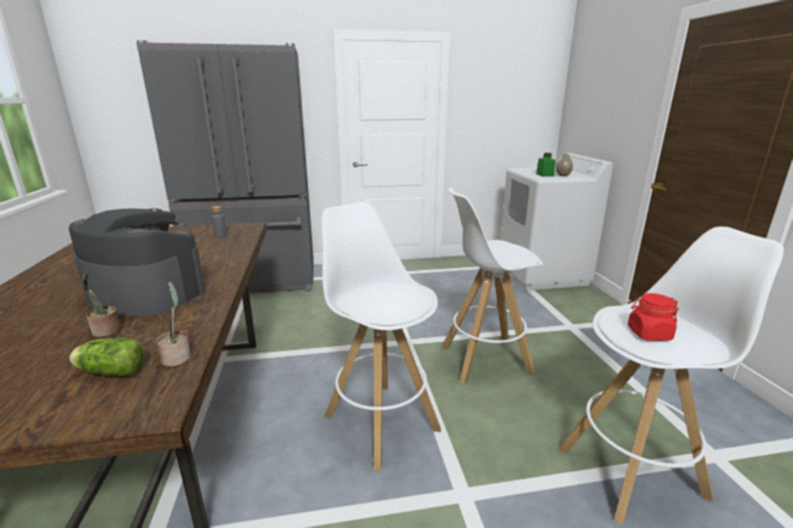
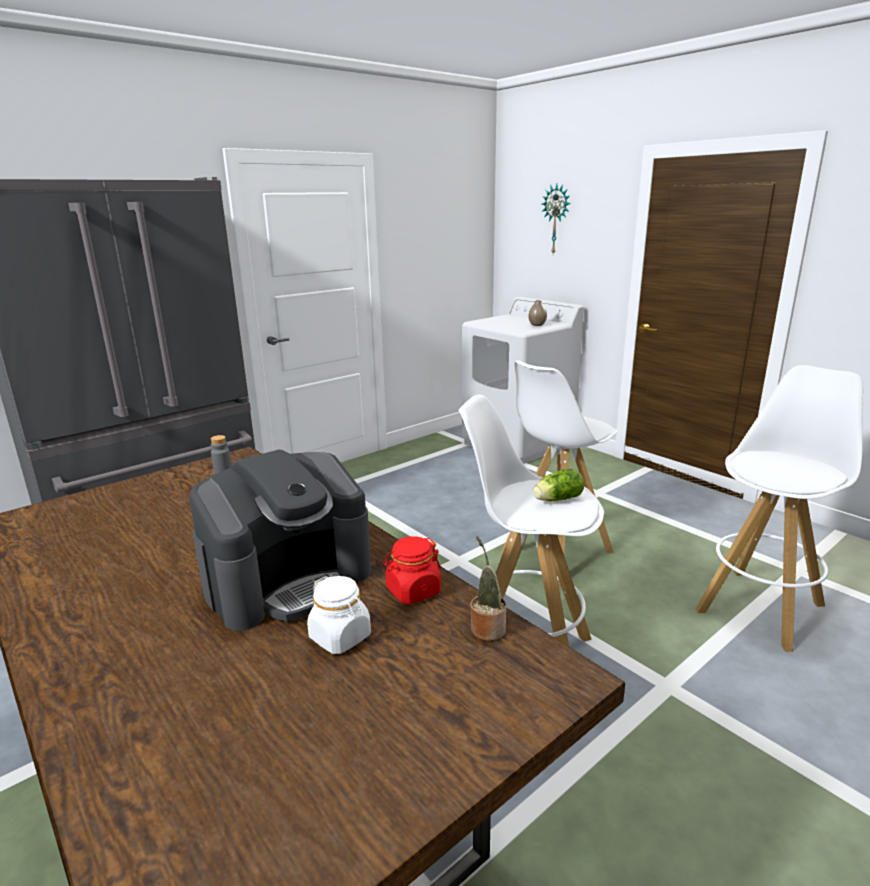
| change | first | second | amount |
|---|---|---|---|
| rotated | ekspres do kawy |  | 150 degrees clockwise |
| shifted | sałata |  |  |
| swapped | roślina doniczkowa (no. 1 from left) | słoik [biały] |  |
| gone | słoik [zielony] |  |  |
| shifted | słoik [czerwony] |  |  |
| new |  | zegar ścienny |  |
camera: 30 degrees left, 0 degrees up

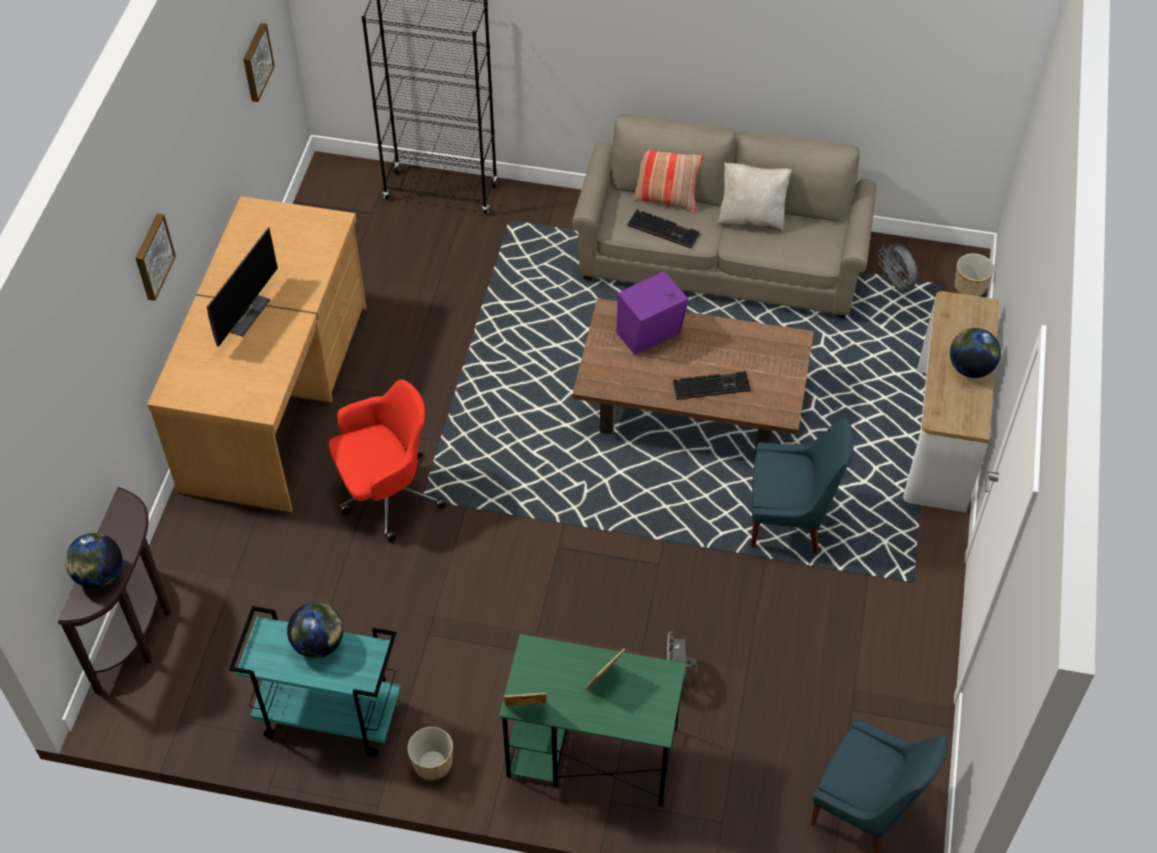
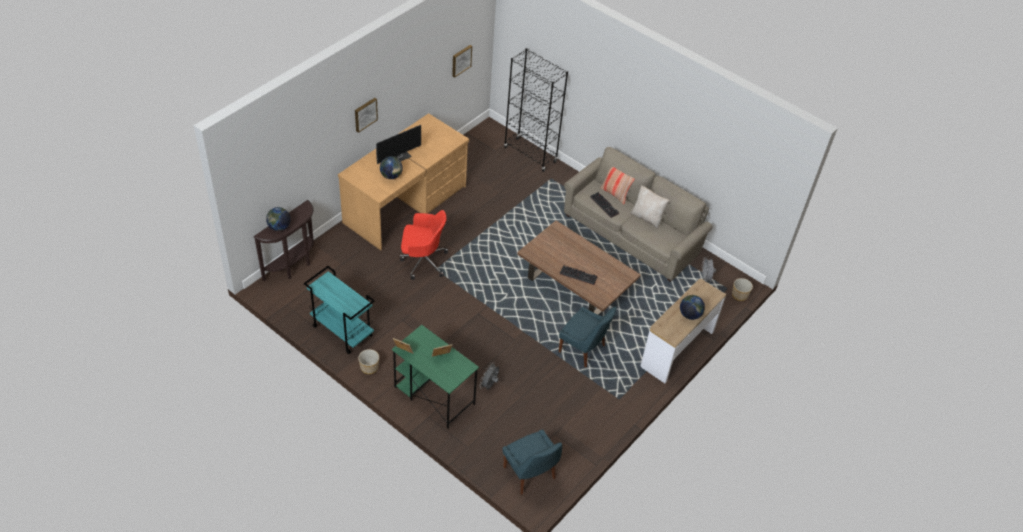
| change | first | second | amount |
|---|---|---|---|
| shifted | globus (no. 2 from left) |  |  |
| gone | głośnik [fioletowy] |  |  |
camera: 25 degrees right, 5 degrees down

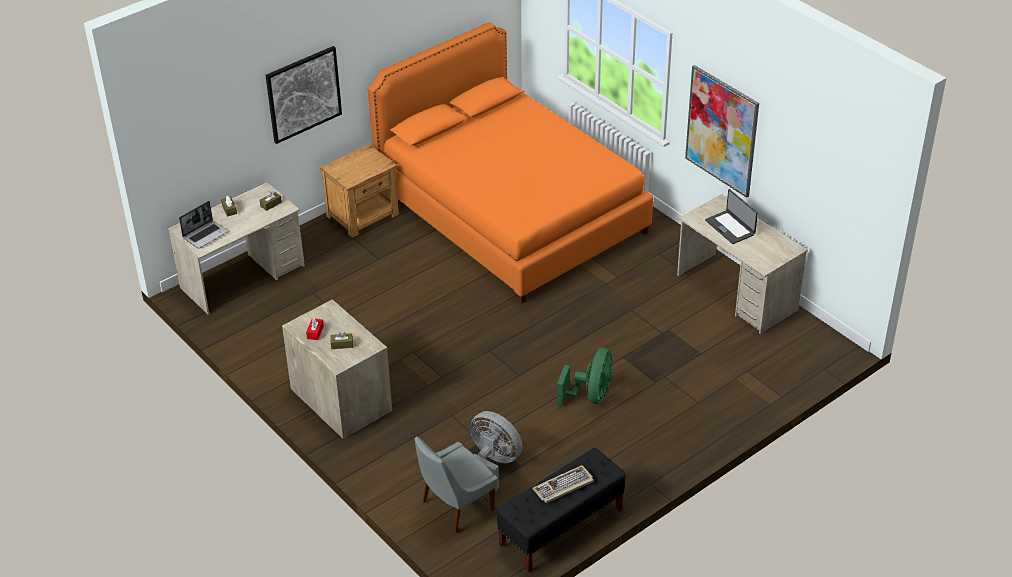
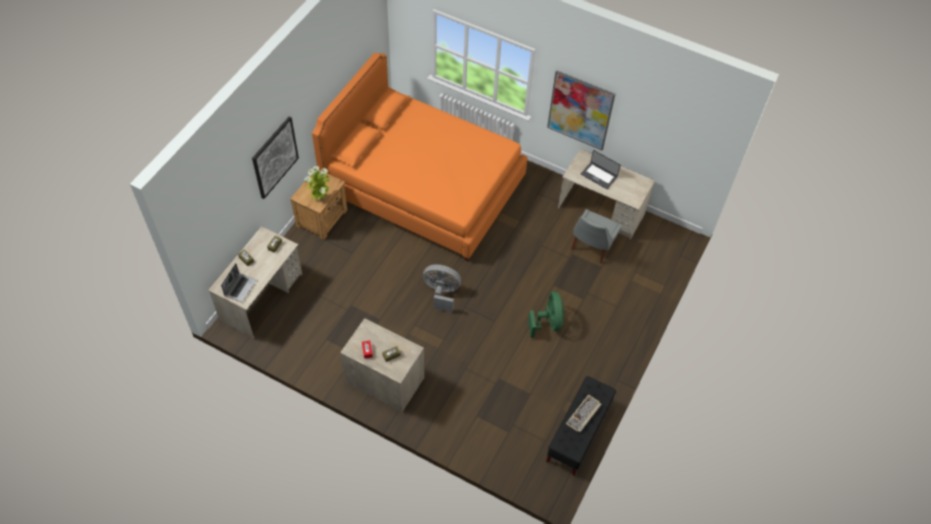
| change | first | second | amount |
|---|---|---|---|
| shifted | krzesło [szary] |  |  |
| shifted | wentylator [szary] |  |  |
| new |  | roślina doniczkowa |  |
camera: 25 degrees left, 15 degrees up

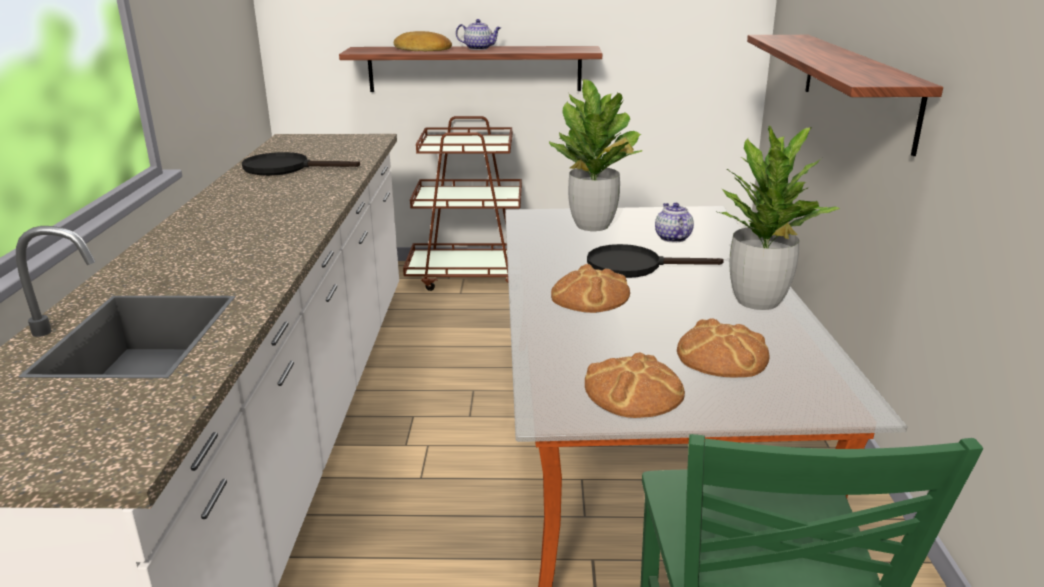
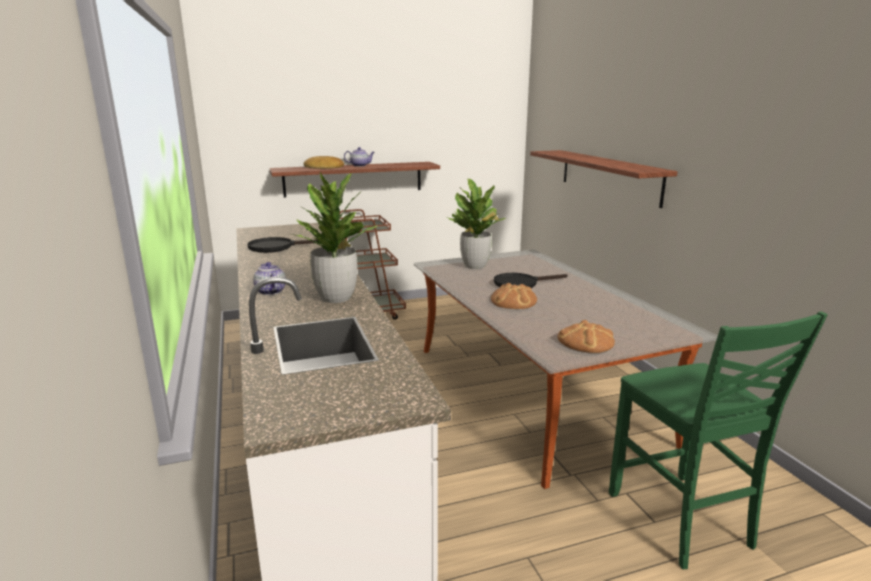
| change | first | second | amount |
|---|---|---|---|
| shifted | imbryk (no. 2 from left in the first image) | imbryk (no. 1 from left) |  |
| gone | chleb (no. 4 from left) |  |  |
| shifted | roślina doniczkowa (no. 2 from left in the first image) | roślina doniczkowa (no. 1 from left) |  |
camera: 20 degrees left, 5 degrees down

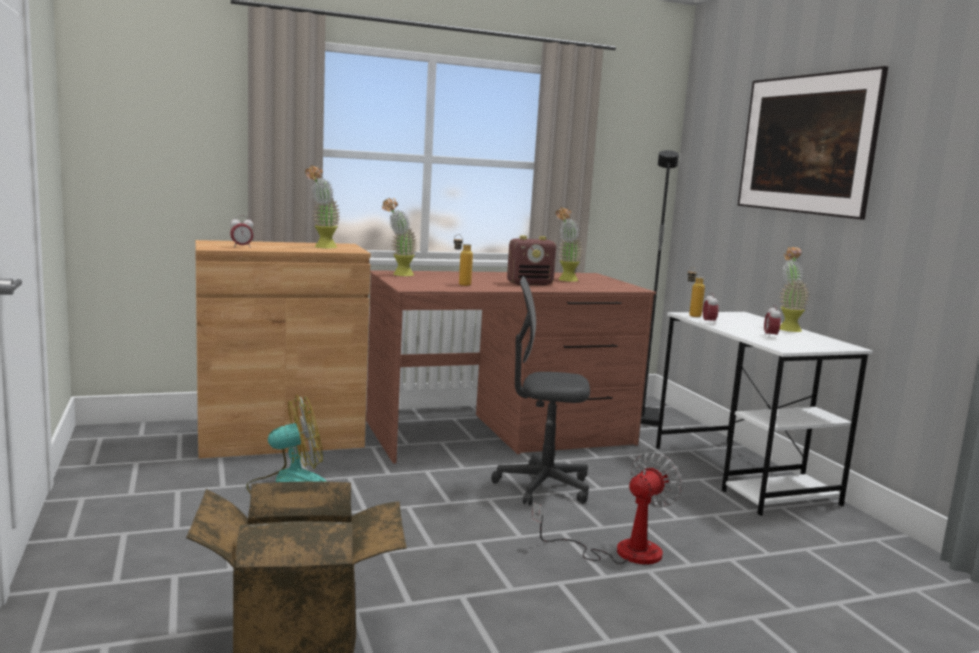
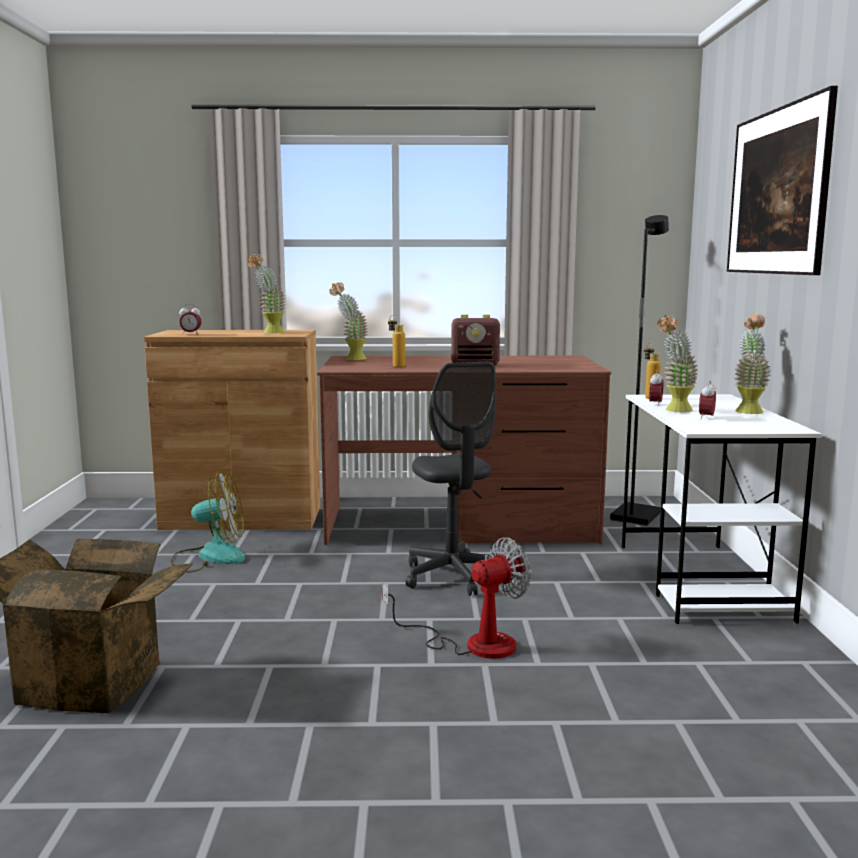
| change | first | second | amount |
|---|---|---|---|
| rotated | krzesło biurowe [szary] |  | 135 degrees counterclockwise |
| shifted | roślina doniczkowa (no. 3 from left) |  |  |
camera: 20 degrees right, 0 degrees up

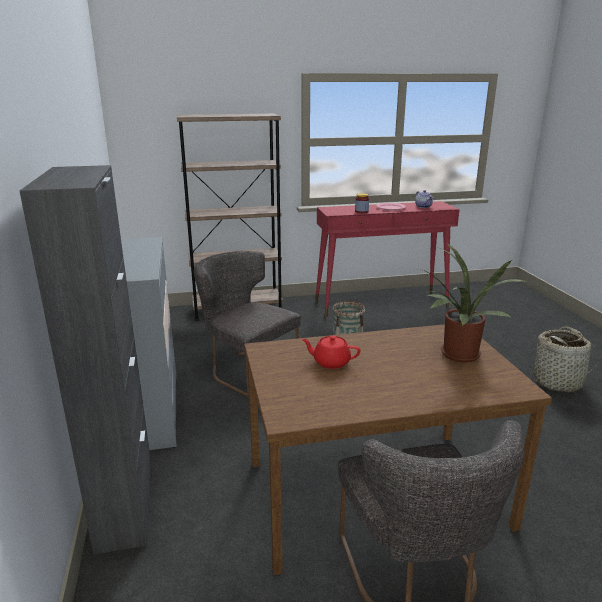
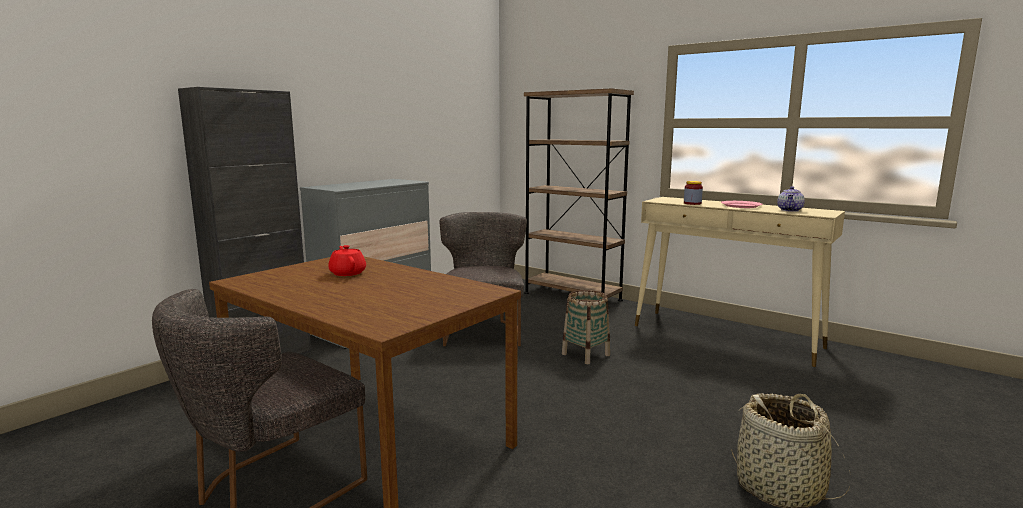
| change | first | second | amount |
|---|---|---|---|
| repainted | stolik konsolowy [czerwony] | stolik konsolowy [beżowy] |  |
| gone | roślina doniczkowa |  |  |
camera: 50 degrees right, 10 degrees down

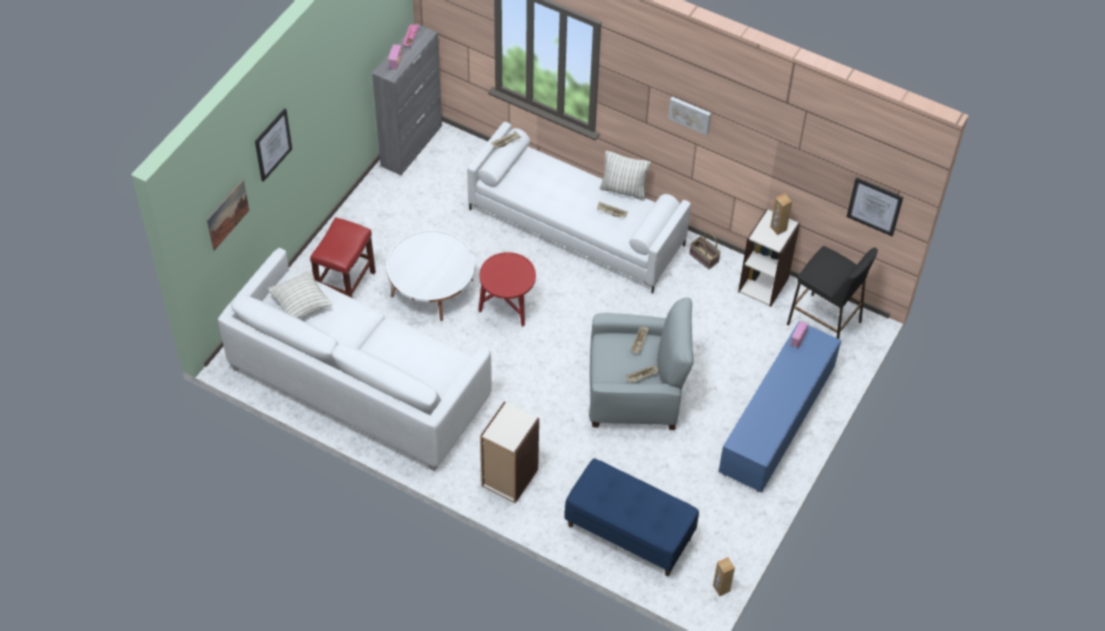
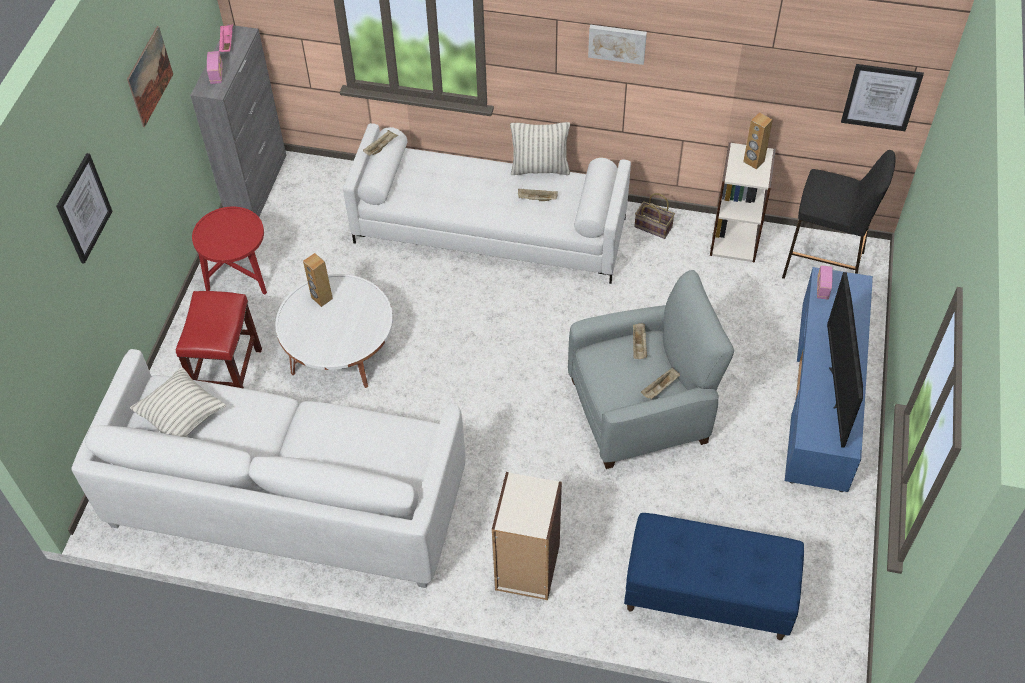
| change | first | second | amount |
|---|---|---|---|
| shifted | obraz (no. 1 from left in the first image) | obraz (no. 2 from left) |  |
| shifted | stolik [czerwony] |  |  |
| shifted | głośnik [brązowy] (no. 1 from left) |  |  |
| new |  | telewizor |  |
camera: 15 degrees left, 0 degrees up

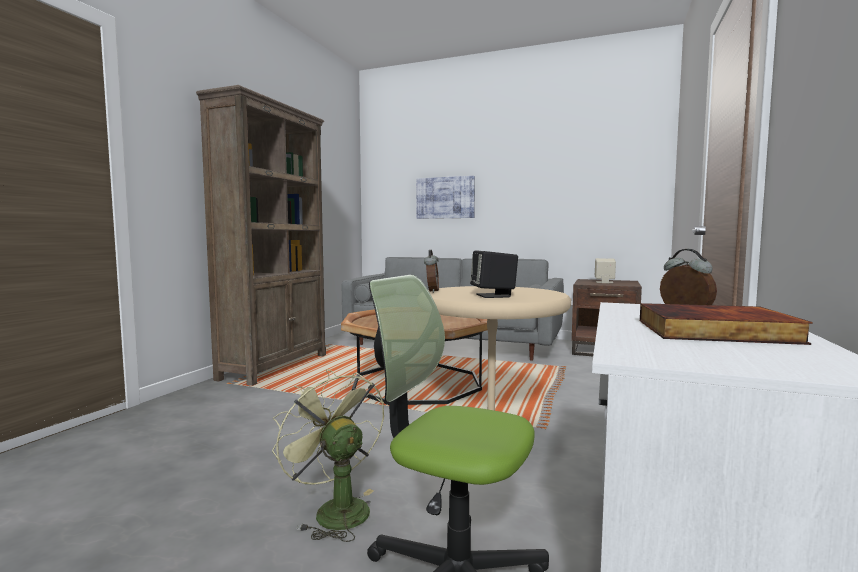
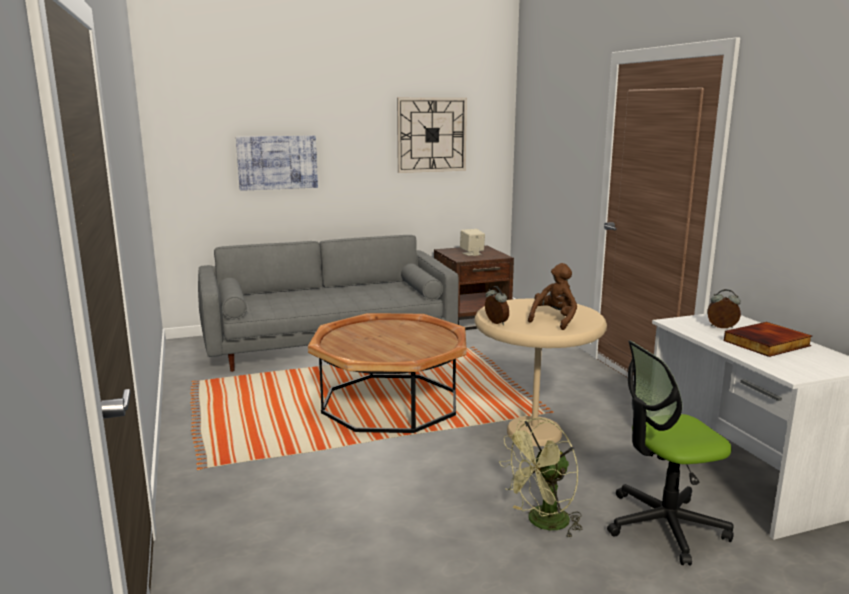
| change | first | second | amount |
|---|---|---|---|
| gone | regał [brązowy] |  |  |
| rotated | wentylator [zielony] |  | 45 degrees counterclockwise |
| swapped | głośnik [czarny] | pluszak [brązowy] |  |
| new |  | zegar ścienny |  |
camera: 40 degrees left, 10 degrees up

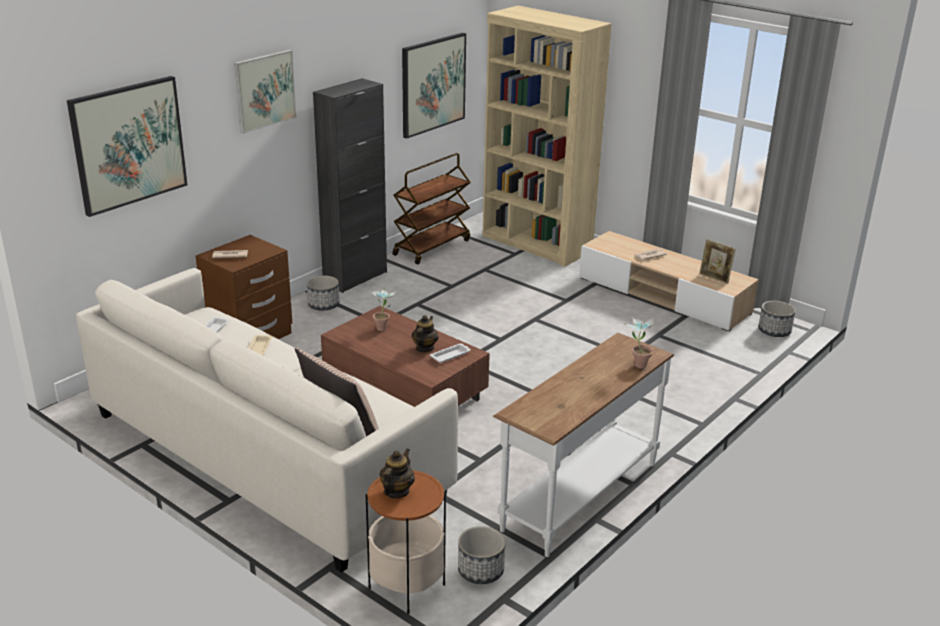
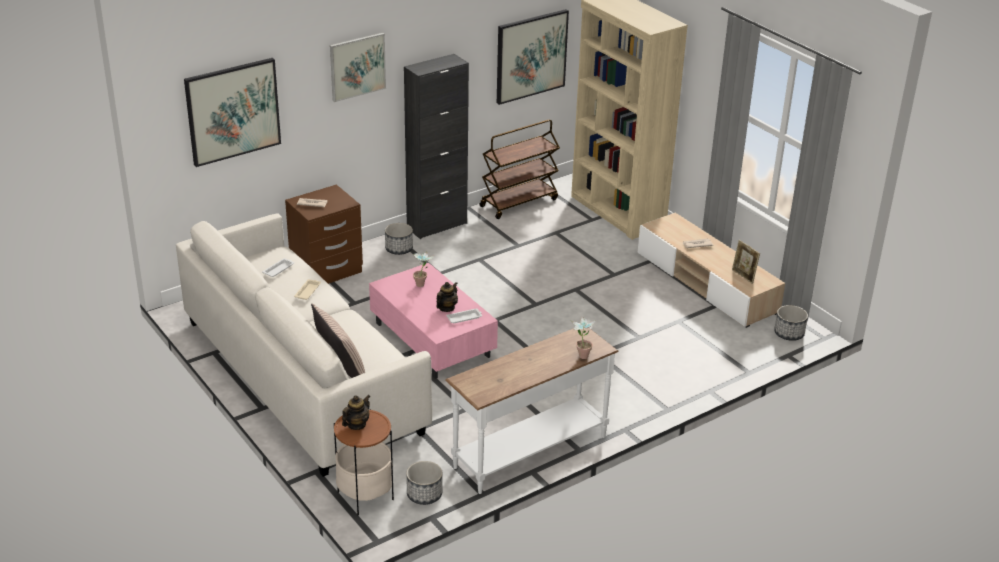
| change | first | second | amount |
|---|---|---|---|
| repainted | ława [brązowy] | ława [różowy] |  |
camera: 15 degrees right, 5 degrees up

